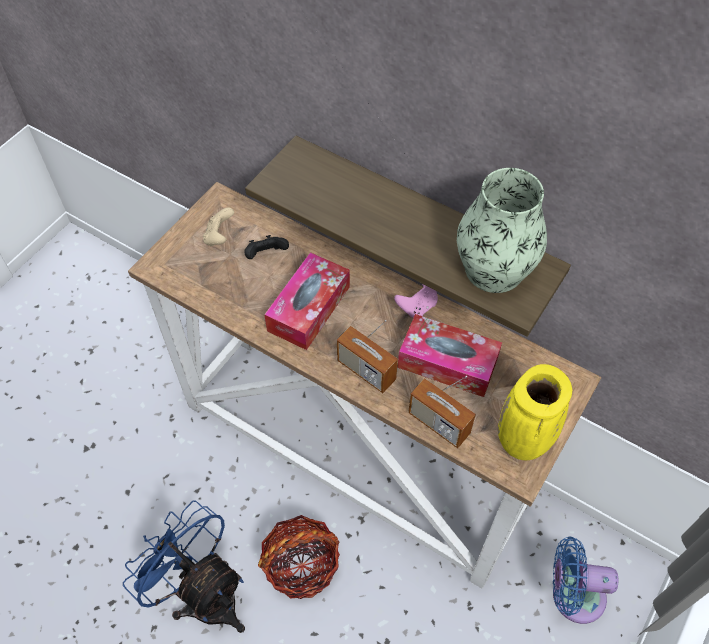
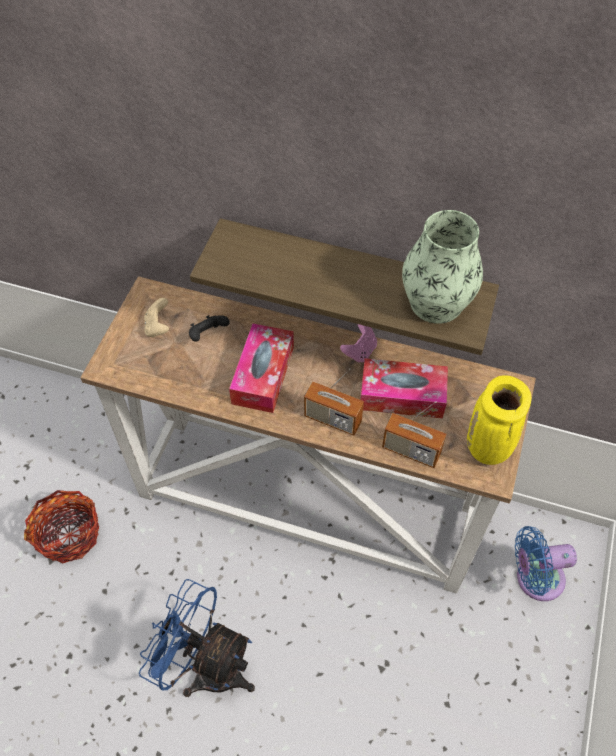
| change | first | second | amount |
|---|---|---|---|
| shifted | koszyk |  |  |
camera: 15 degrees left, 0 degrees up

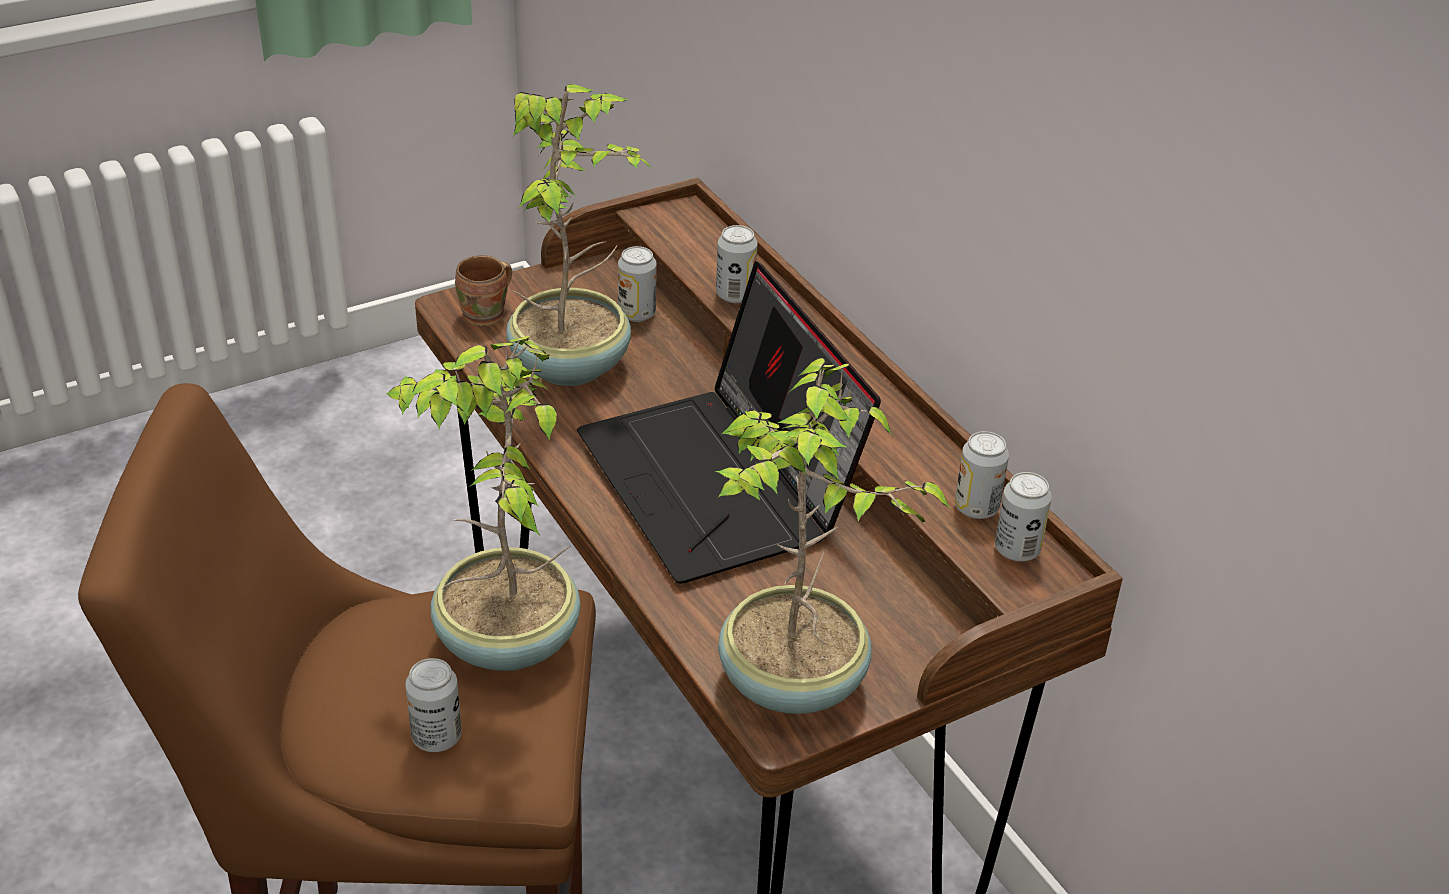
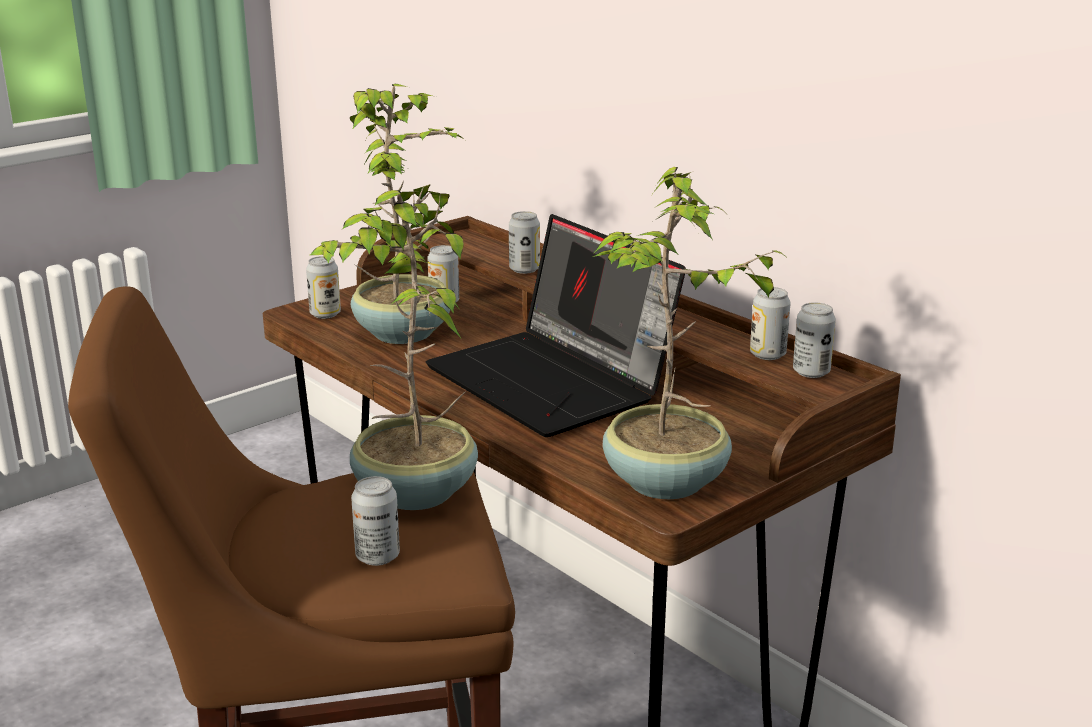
| change | first | second | amount |
|---|---|---|---|
| swapped | kubek [brązowy] | puszka (no. 1 from left) |  |
camera: 10 degrees left, 15 degrees down

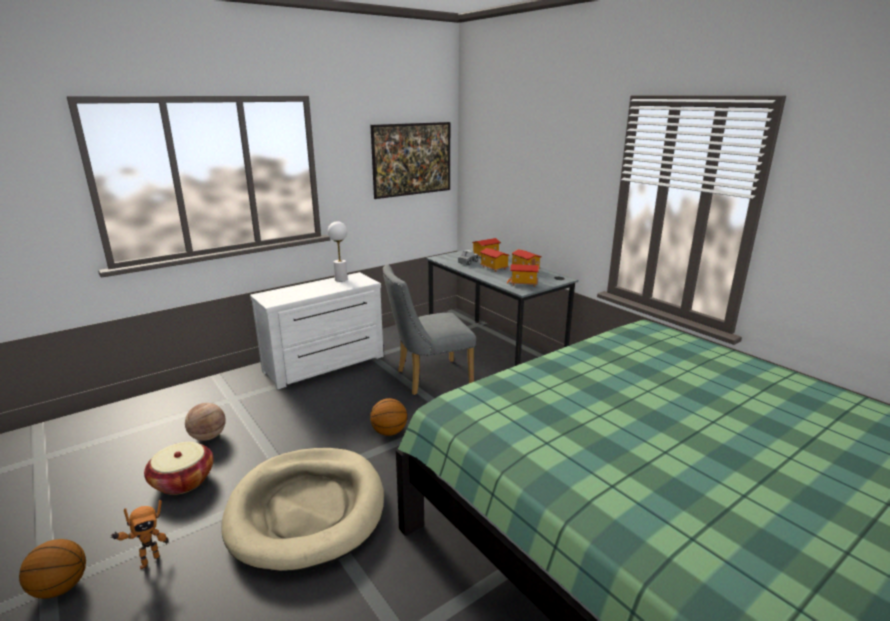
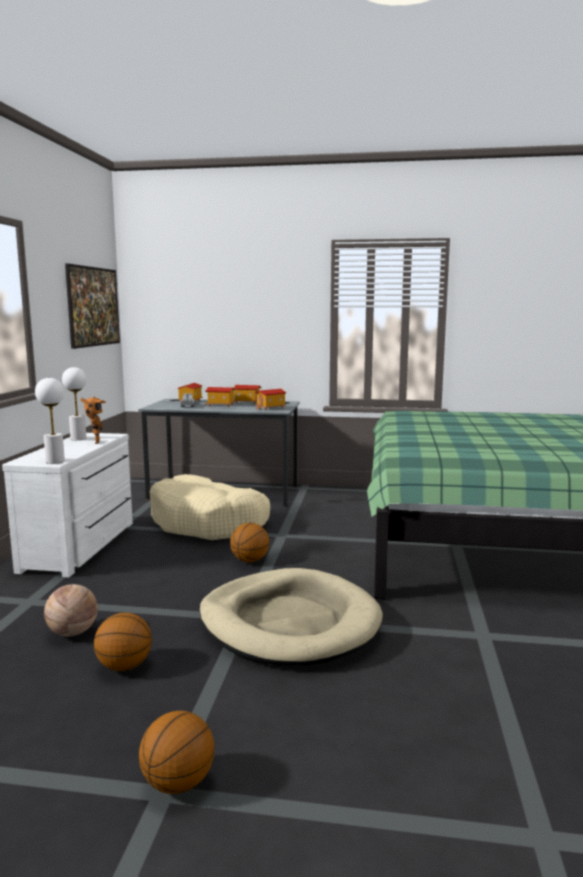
| change | first | second | amount |
|---|---|---|---|
| shifted | robot zabawkowy |  |  |
| swapped | koszyk | piłka do koszykówki (no. 2 from left) |  |
| swapped | krzesło [szary] | legowisko [beżowy] (no. 1 from left) |  |
| new |  | lampa stołowa [biały] (no. 1 from left) |  |
camera: 45 degrees left, 10 degrees down

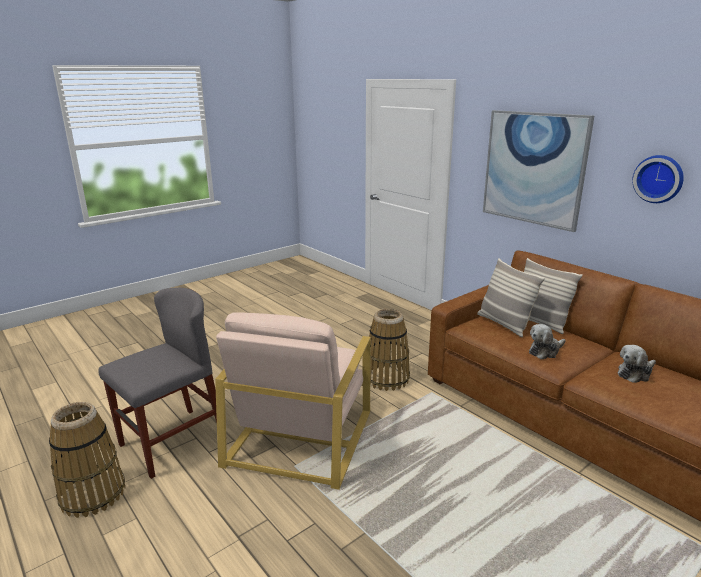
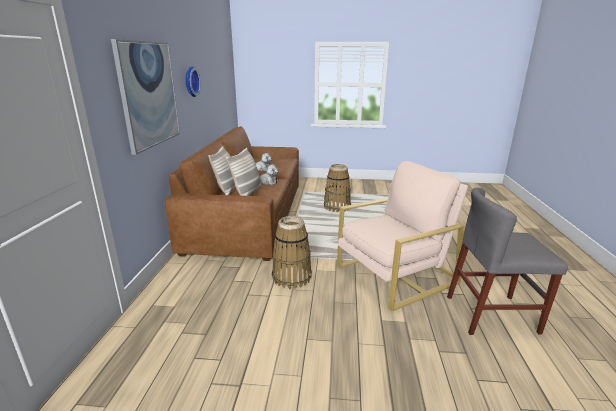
| change | first | second | amount |
|---|---|---|---|
| shifted | koszyk (no. 1 from left in the first image) | koszyk (no. 2 from left) |  |
camera: 135 degrees left, 0 degrees up

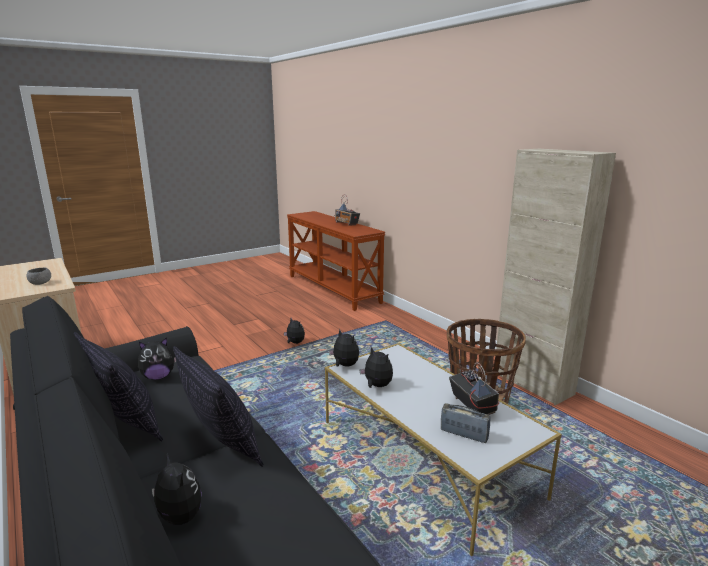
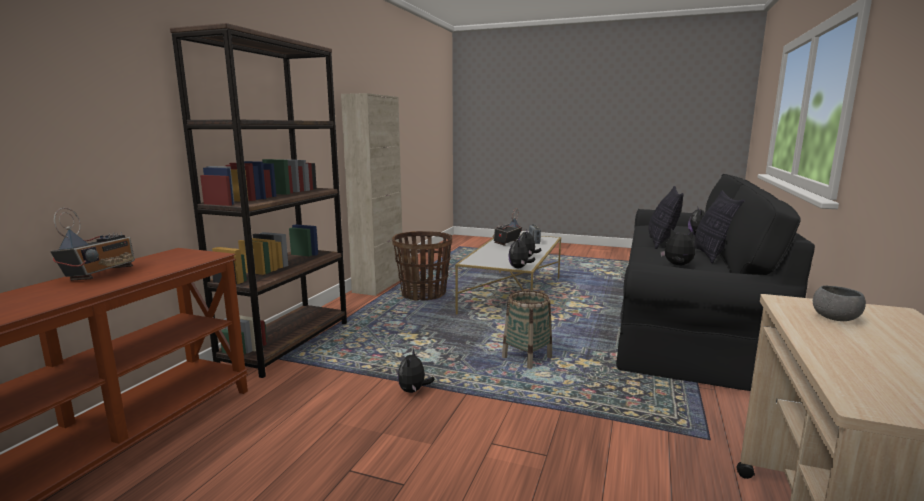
| change | first | second | amount |
|---|---|---|---|
| new |  | regał [brązowy] |  |
| new |  | koszyk (no. 2 from left) |  |
camera: 125 degrees left, 5 degrees down

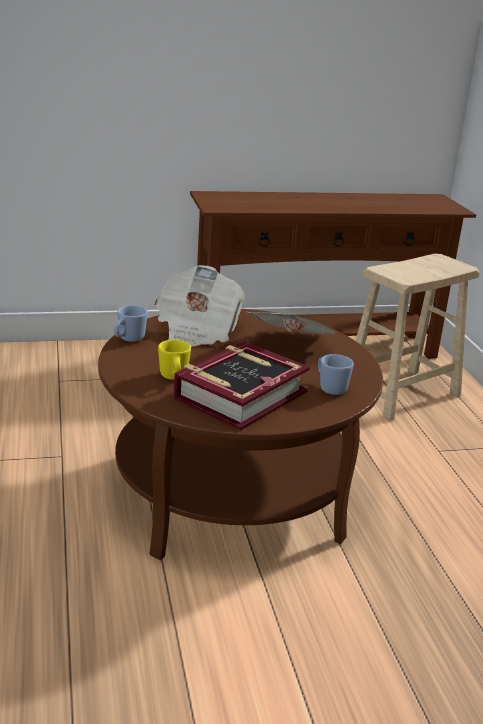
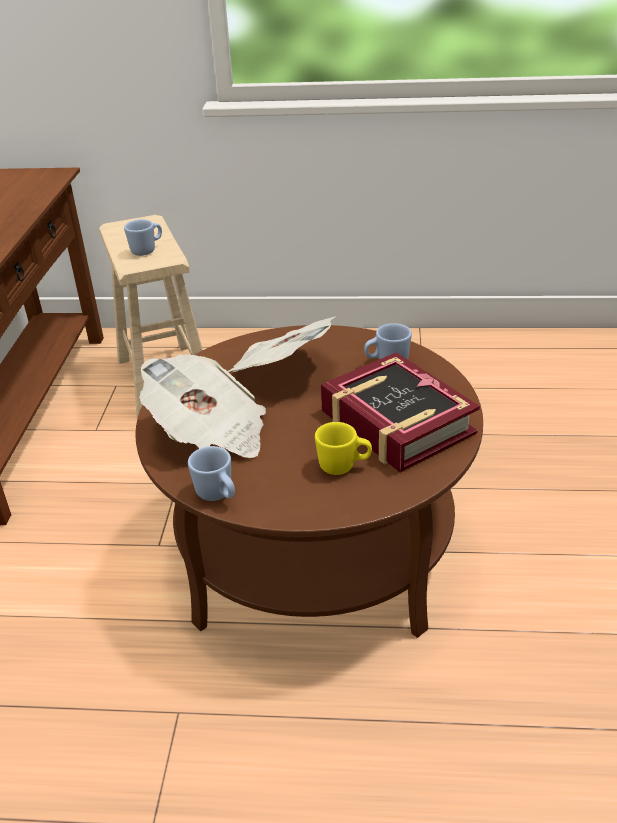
| change | first | second | amount |
|---|---|---|---|
| new |  | kubek [niebieski] (no. 1 from left) |  |
camera: 70 degrees left, 10 degrees up

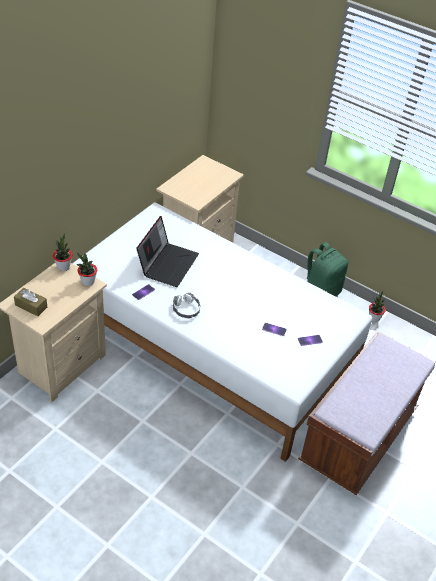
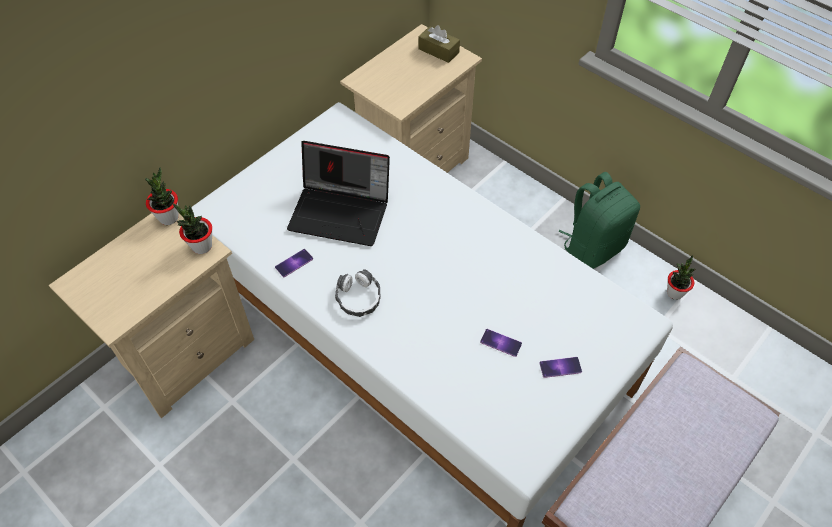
| change | first | second | amount |
|---|---|---|---|
| shifted | pudełko chusteczek [brązowy] |  |  |
| rotated | laptop |  | 75 degrees clockwise |
camera: 10 degrees right, 10 degrees up

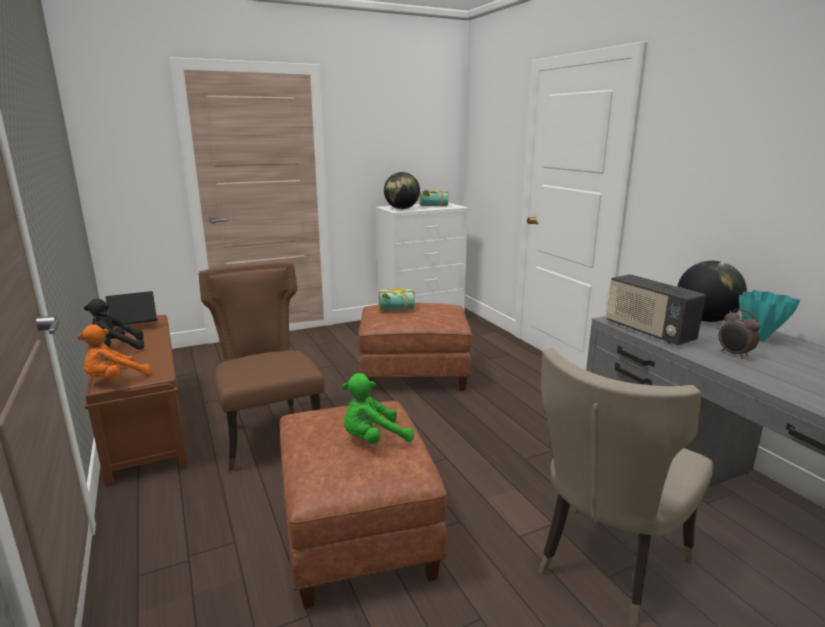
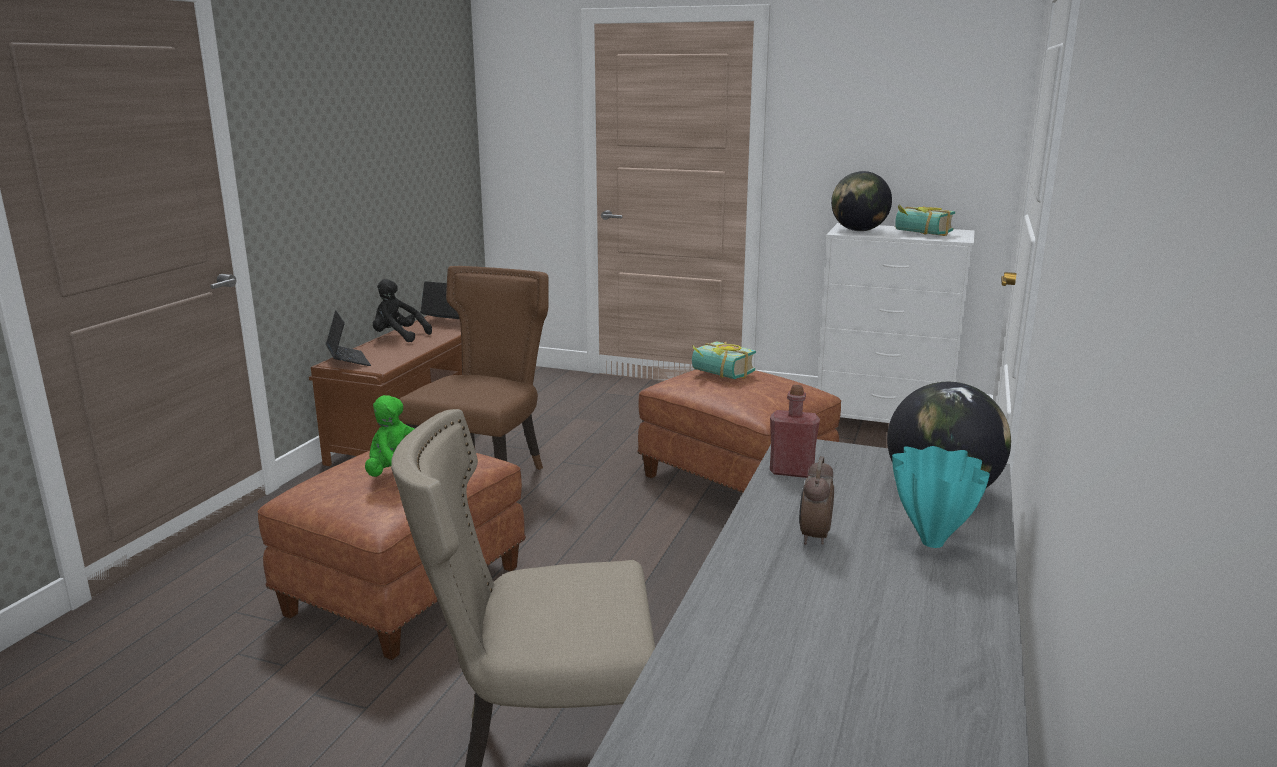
| change | first | second | amount |
|---|---|---|---|
| swapped | pluszak [pomarańczowy] | laptop (no. 1 from left) |  |
| swapped | radio | butelka [czerwony] |  |
camera: 45 degrees right, 0 degrees up

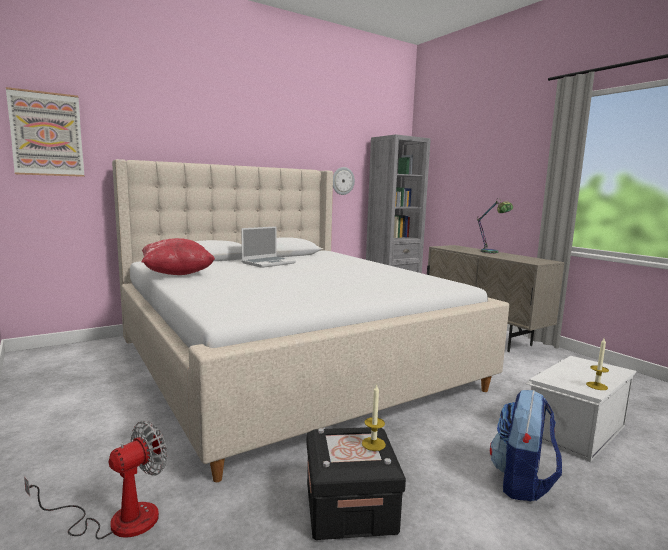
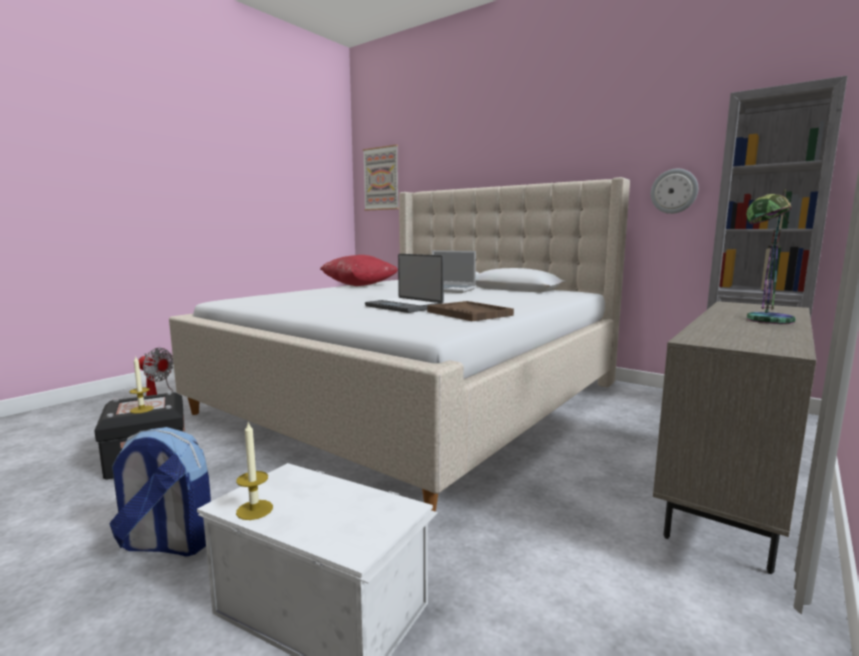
| change | first | second | amount |
|---|---|---|---|
| new |  | laptop (no. 1 from left) |  |
| new |  | taca [brązowy] |  |
camera: 70 degrees right, 0 degrees up

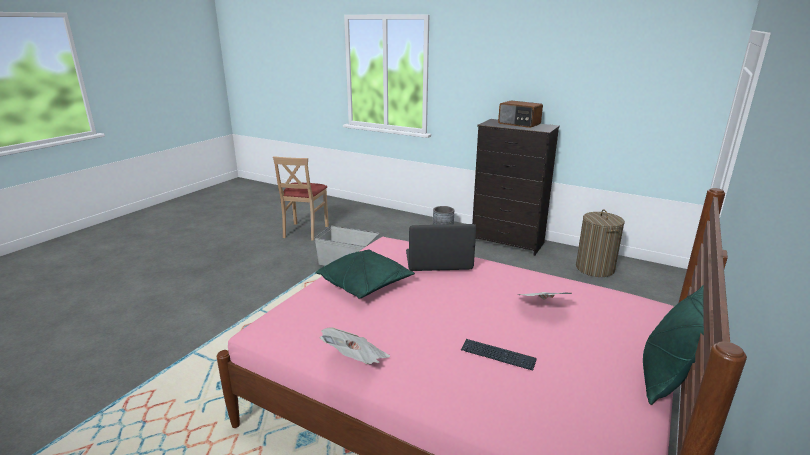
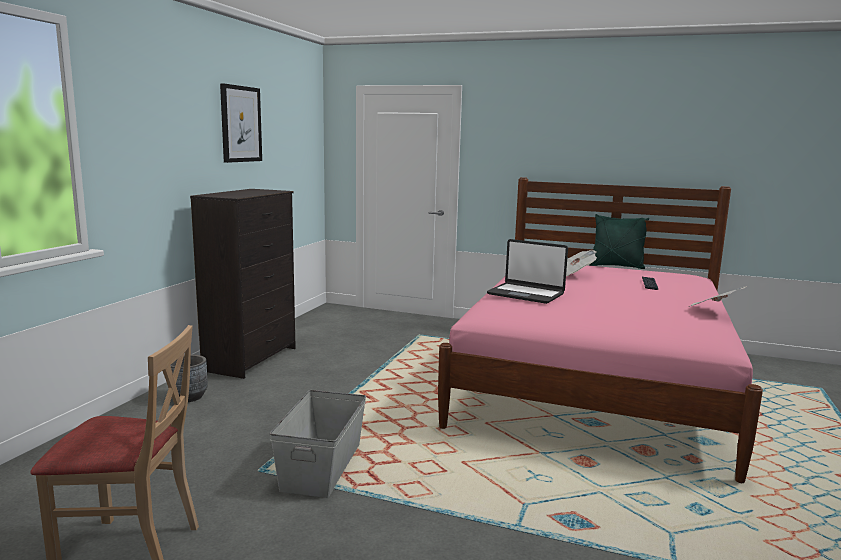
| change | first | second | amount |
|---|---|---|---|
| gone | poduszka [zielony] (no. 1 from left) |  |  |
| rotated | laptop |  | 45 degrees counterclockwise |
| gone | radio |  |  |
| gone | kosz na pranie |  |  |
| new |  | obraz |  |
camera: 100 degrees left, 10 degrees down

